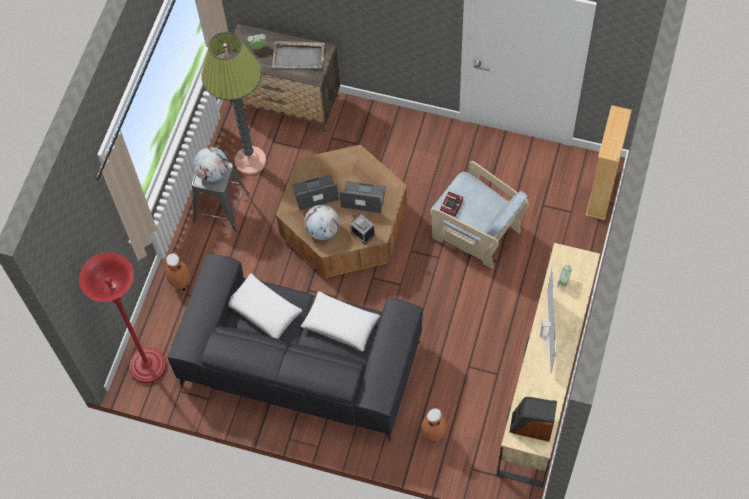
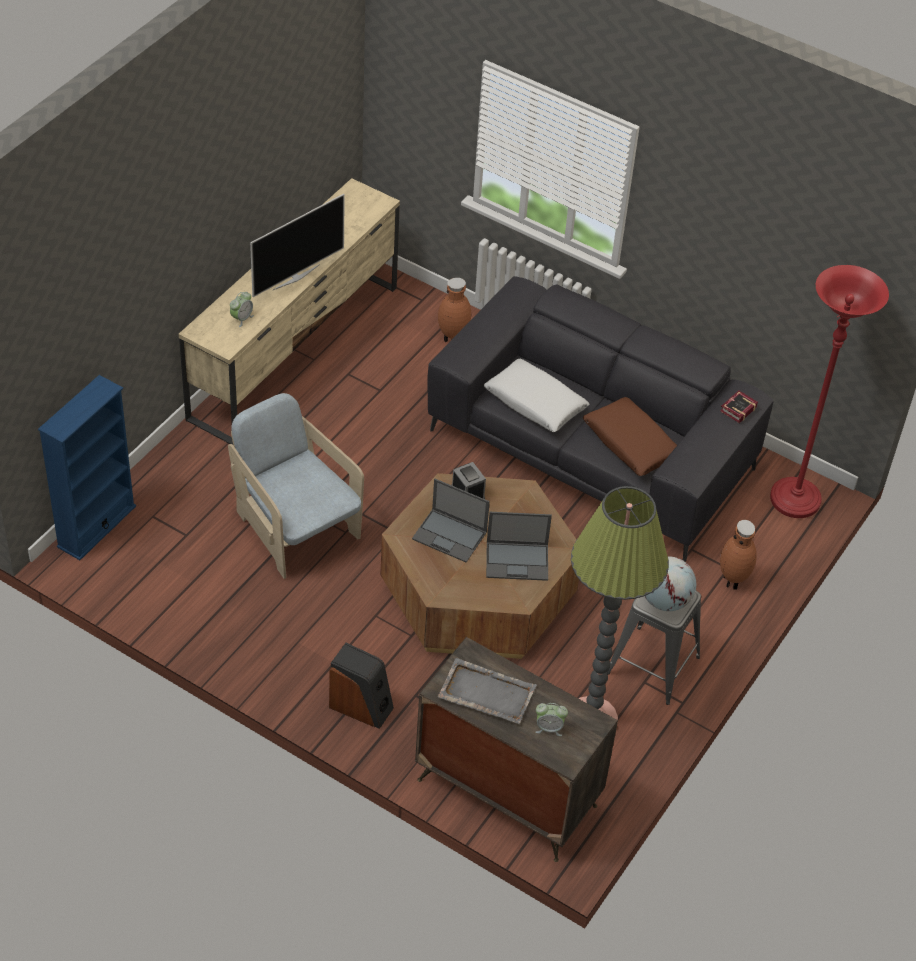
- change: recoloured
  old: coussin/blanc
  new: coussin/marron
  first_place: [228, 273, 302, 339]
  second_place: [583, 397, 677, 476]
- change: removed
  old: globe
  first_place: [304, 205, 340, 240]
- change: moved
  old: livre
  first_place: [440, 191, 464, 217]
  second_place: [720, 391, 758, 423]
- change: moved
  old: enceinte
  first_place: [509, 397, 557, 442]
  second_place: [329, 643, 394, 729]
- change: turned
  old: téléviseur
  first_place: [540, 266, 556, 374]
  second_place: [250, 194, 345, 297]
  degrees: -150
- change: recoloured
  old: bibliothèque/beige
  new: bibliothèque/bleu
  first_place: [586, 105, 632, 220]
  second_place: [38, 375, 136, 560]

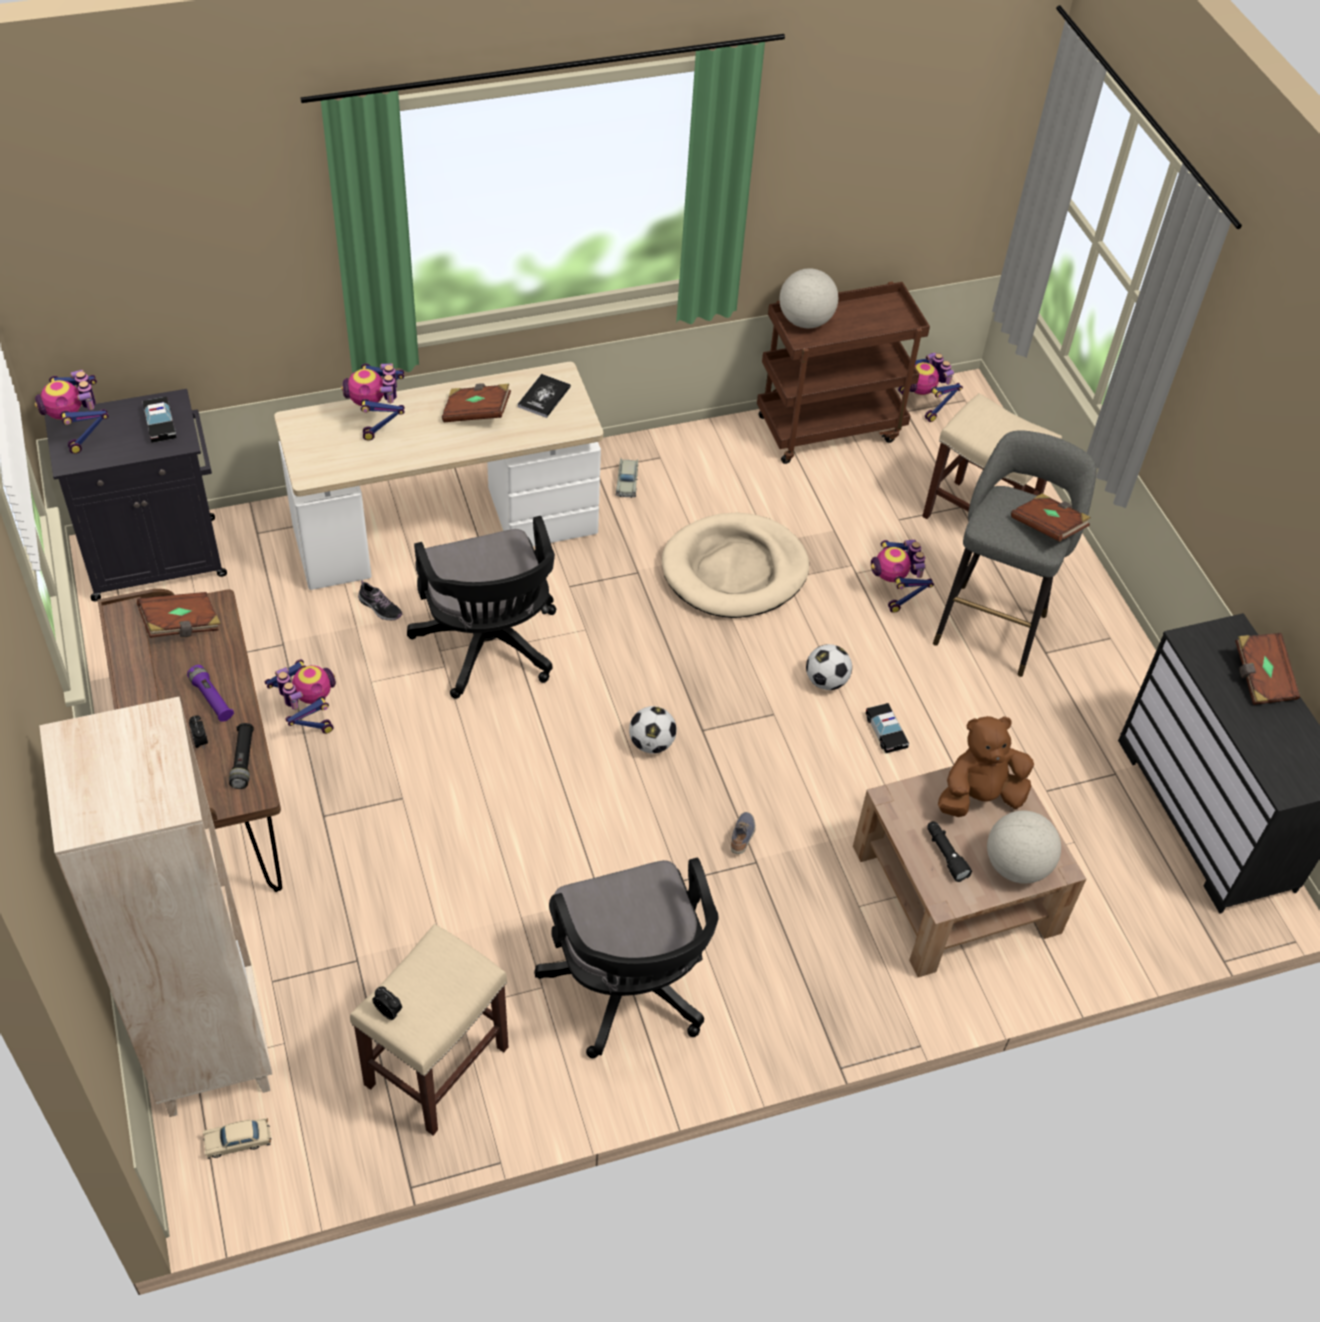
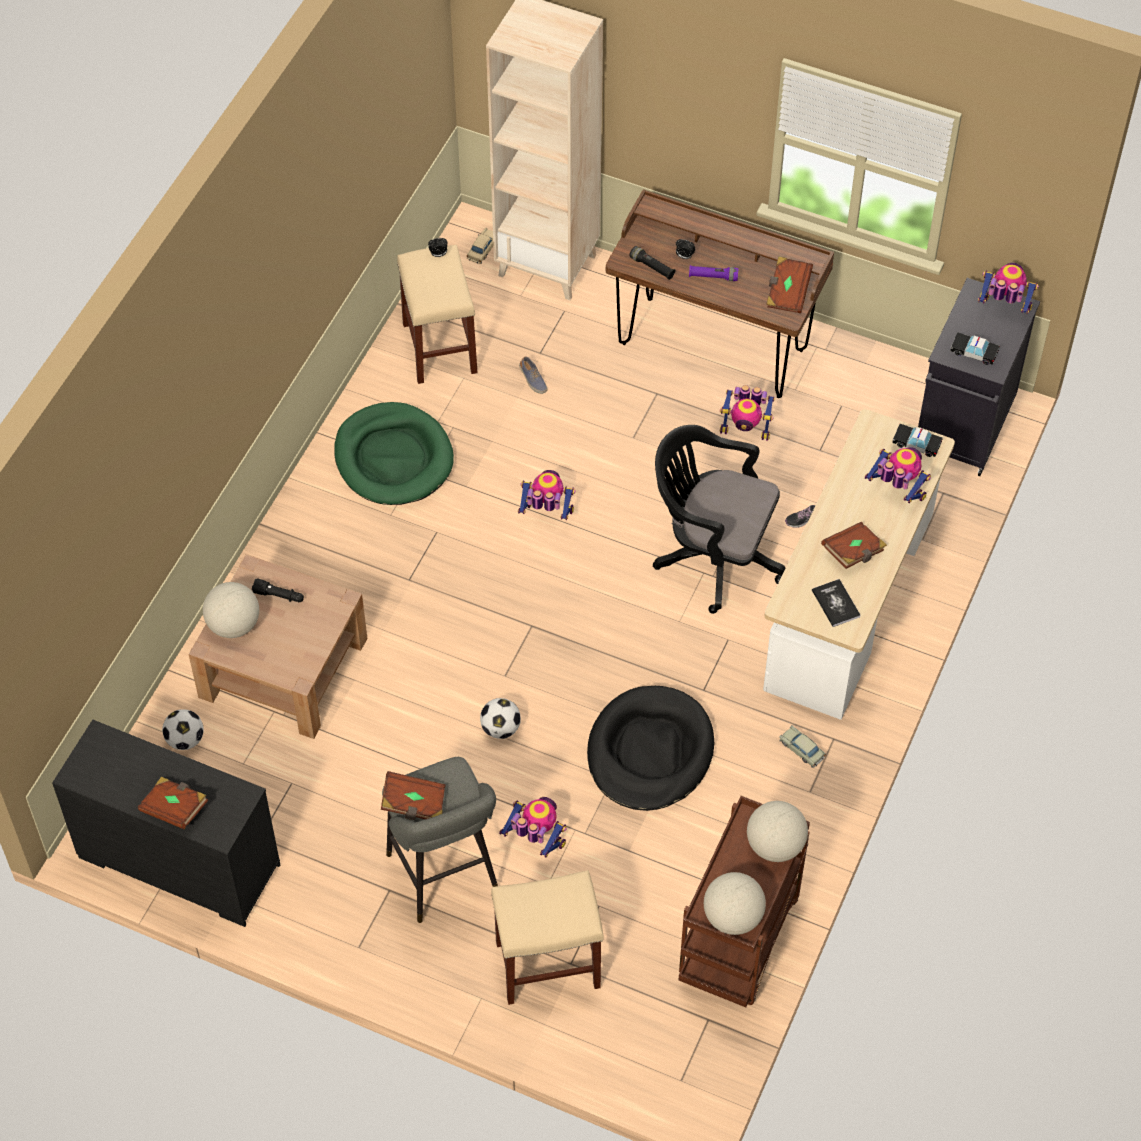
- change: replaced
  old: chaise de bureau/noir
  new: panier pour chien/vert
  first_place: [534, 858, 719, 1058]
  second_place: [334, 402, 454, 505]
- change: moved
  old: ballon de foot
  first_place: [629, 706, 676, 754]
  second_place: [162, 709, 204, 750]
- change: recoloured
  old: panier pour chien/beige
  new: panier pour chien/noir
  first_place: [662, 513, 809, 618]
  second_place: [587, 686, 714, 811]
- change: moved
  old: chaussure
  first_place: [730, 812, 755, 854]
  second_place: [519, 356, 547, 394]
- change: moved
  old: petite voiture
  first_place: [866, 703, 909, 753]
  second_place: [892, 424, 943, 457]
- change: moved
  old: robot jouet
  first_place: [898, 352, 963, 422]
  second_place: [518, 470, 575, 520]
- change: removed
  old: peluche/marron
  first_place: [938, 716, 1034, 817]
- change: added
  new: globe
  second_place: [704, 872, 766, 935]

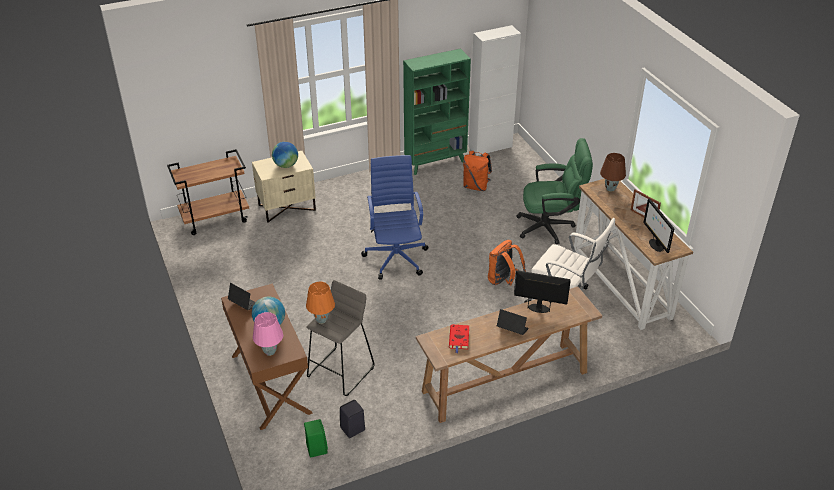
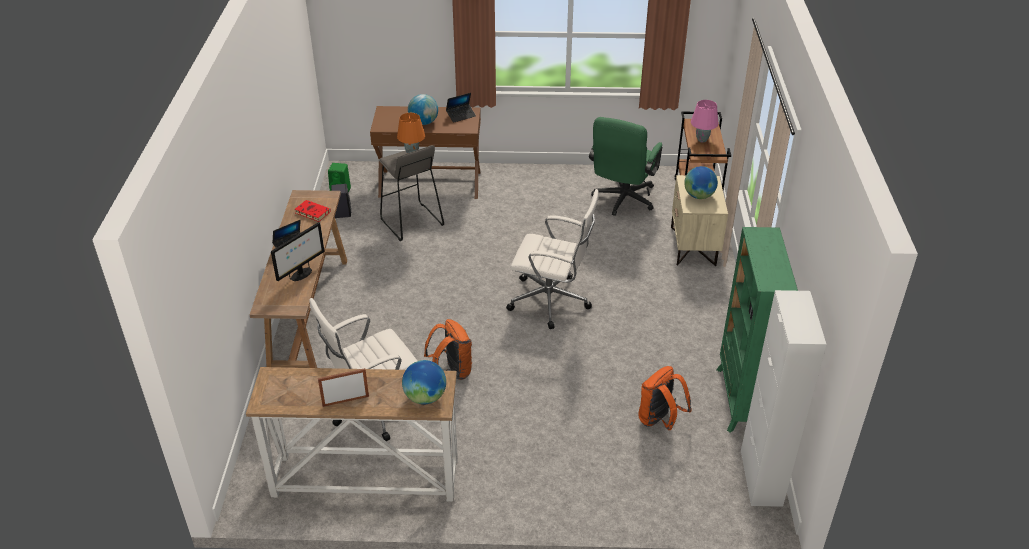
- change: moved
  old: lampe de table/rose
  first_place: [253, 312, 283, 356]
  second_place: [691, 100, 718, 143]
- change: recoloured
  old: chaise de bureau/bleu
  new: chaise de bureau/blanc
  first_place: [361, 155, 429, 280]
  second_place: [506, 189, 599, 329]
- change: moved
  old: chaise de bureau/vert
  first_place: [516, 138, 593, 244]
  second_place: [589, 117, 662, 216]
- change: replaced
  old: lampe de table/marron
  new: globe
  first_place: [600, 153, 626, 192]
  second_place: [402, 360, 446, 405]
- change: removed
  old: écran d'ordinateur
  first_place: [643, 198, 674, 253]

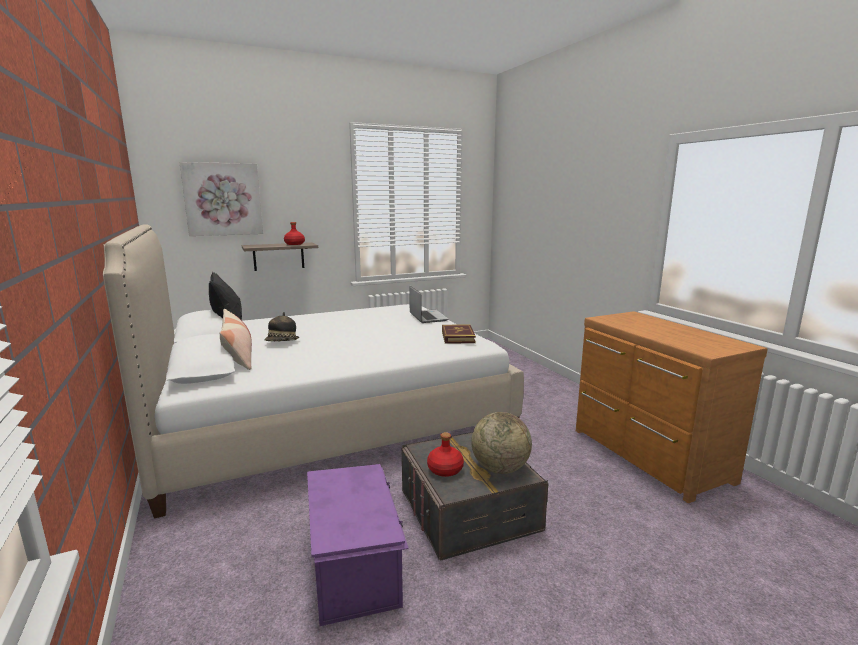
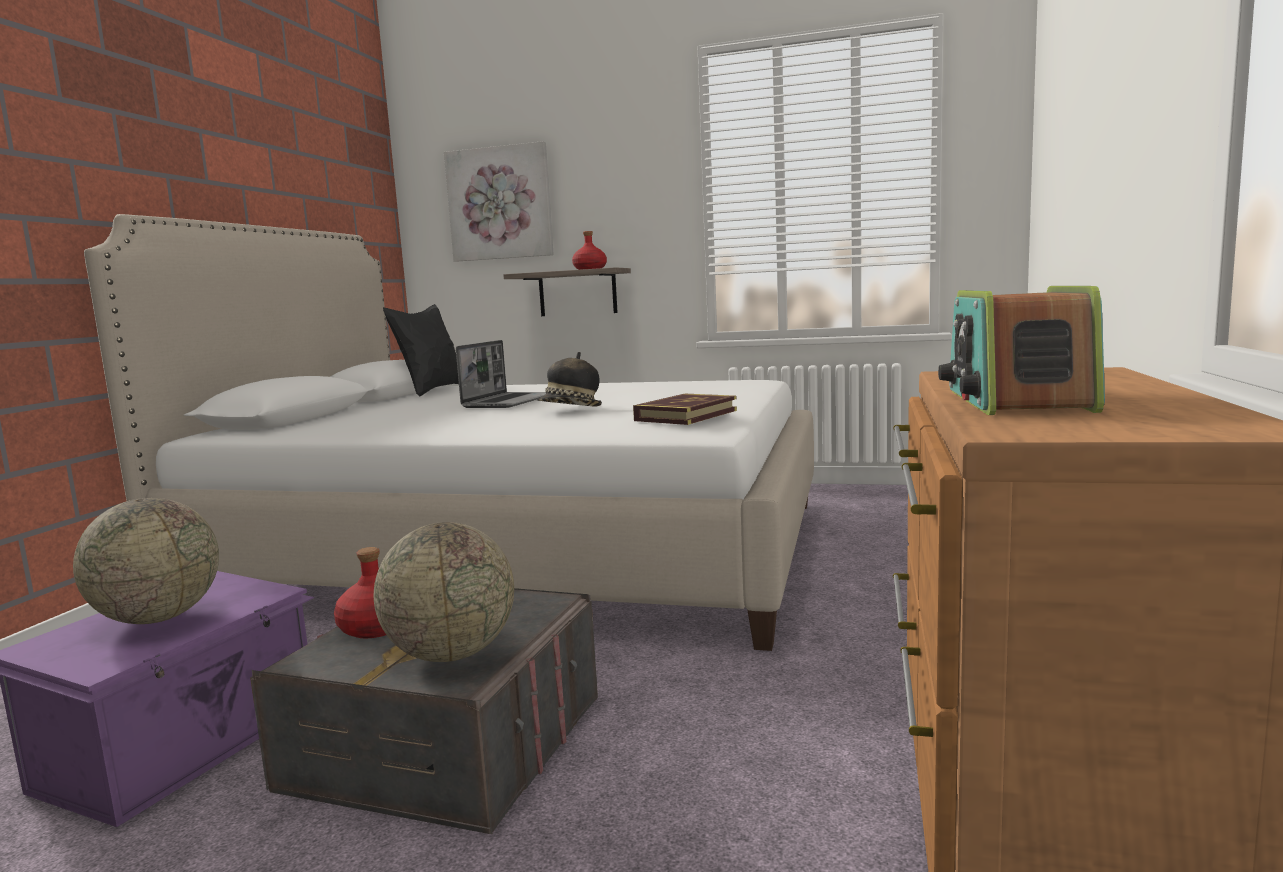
- change: removed
  old: coussin
  first_place: [219, 309, 252, 370]
- change: moved
  old: chapeau
  first_place: [264, 312, 299, 341]
  second_place: [537, 352, 602, 407]
- change: moved
  old: ordinateur portable
  first_place: [409, 286, 449, 323]
  second_place: [456, 340, 546, 408]
- change: added
  new: globe
  second_place: [73, 498, 219, 624]
- change: added
  new: radio
  second_place: [938, 286, 1105, 415]

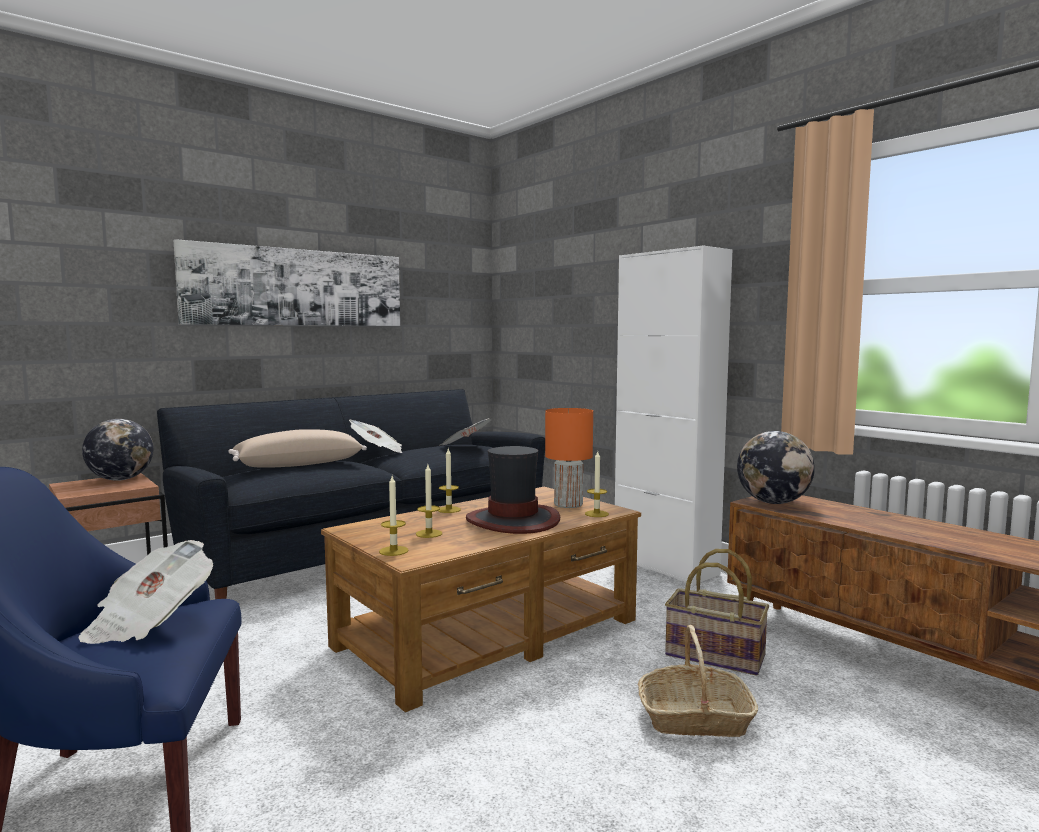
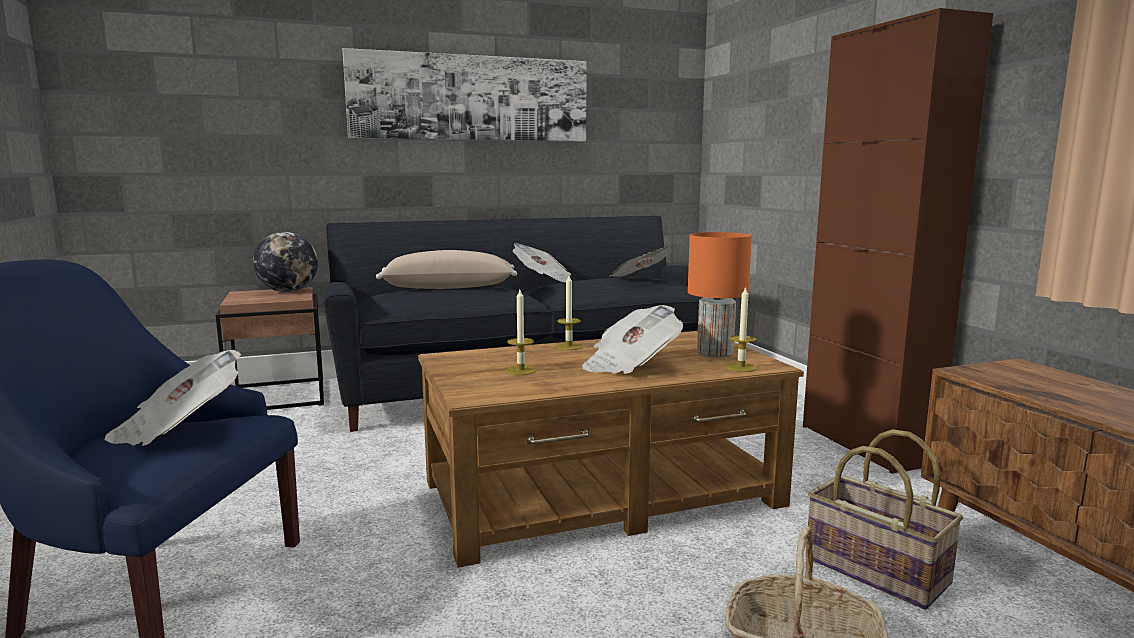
- change: removed
  old: bougie
  first_place: [379, 476, 409, 556]
- change: replaced
  old: chapeau
  new: journal
  first_place: [466, 446, 560, 534]
  second_place: [582, 305, 683, 374]
- change: recoloured
  old: meuble de rangement/blanc
  new: meuble de rangement/marron
  first_place: [615, 246, 732, 585]
  second_place: [803, 8, 994, 474]
- change: removed
  old: globe
  first_place: [737, 431, 815, 504]

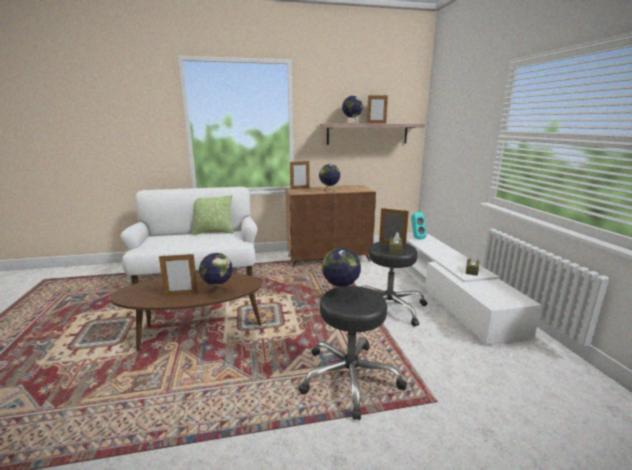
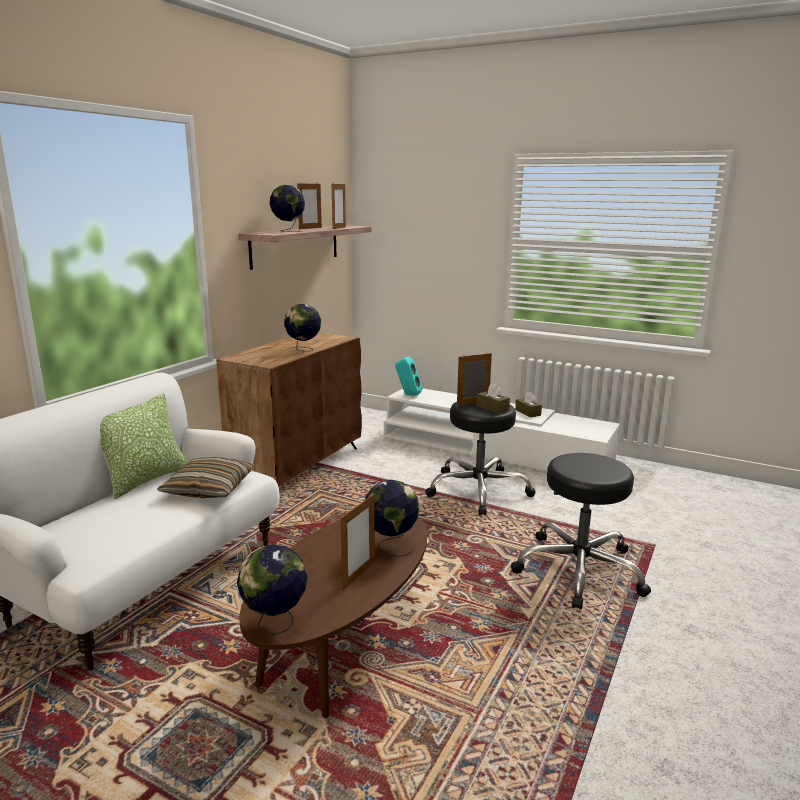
- change: moved
  old: cadre photo
  first_place: [290, 161, 310, 189]
  second_place: [332, 182, 346, 229]
- change: moved
  old: globe
  first_place: [322, 248, 361, 299]
  second_place: [237, 545, 307, 635]
- change: added
  new: coussin
  second_place: [157, 457, 254, 498]

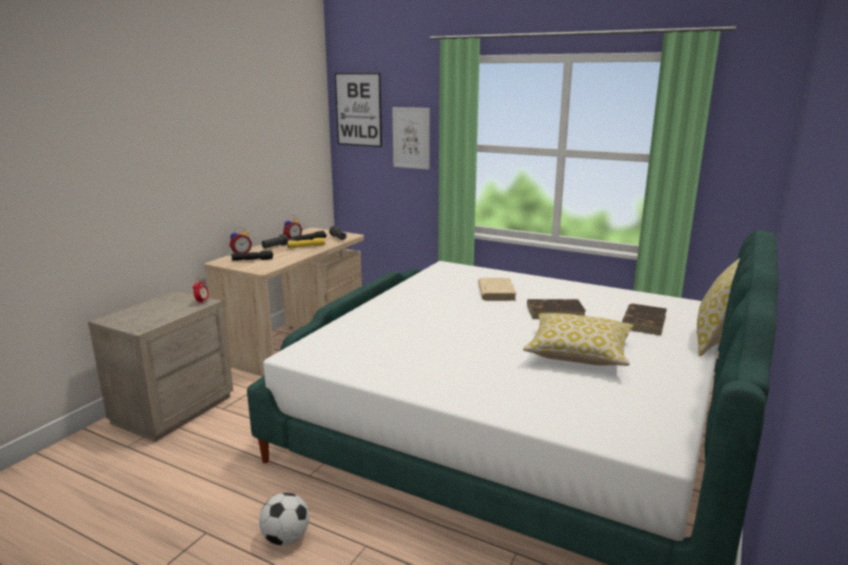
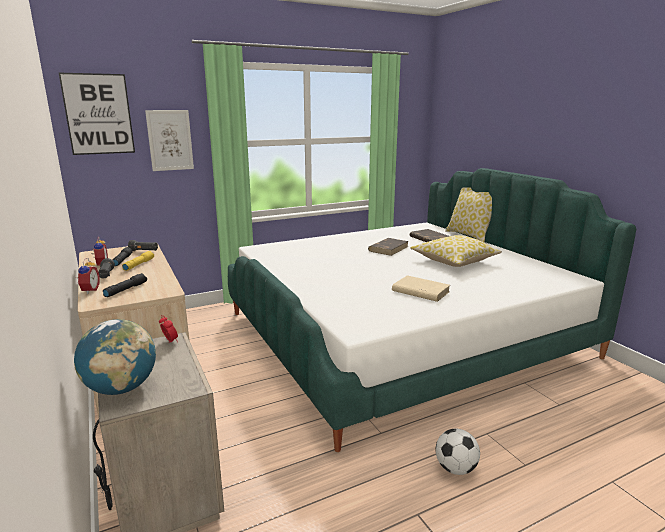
- change: moved
  old: livre/beige
  first_place: [478, 278, 516, 301]
  second_place: [392, 275, 450, 302]
- change: added
  new: globe
  second_place: [74, 319, 156, 395]

